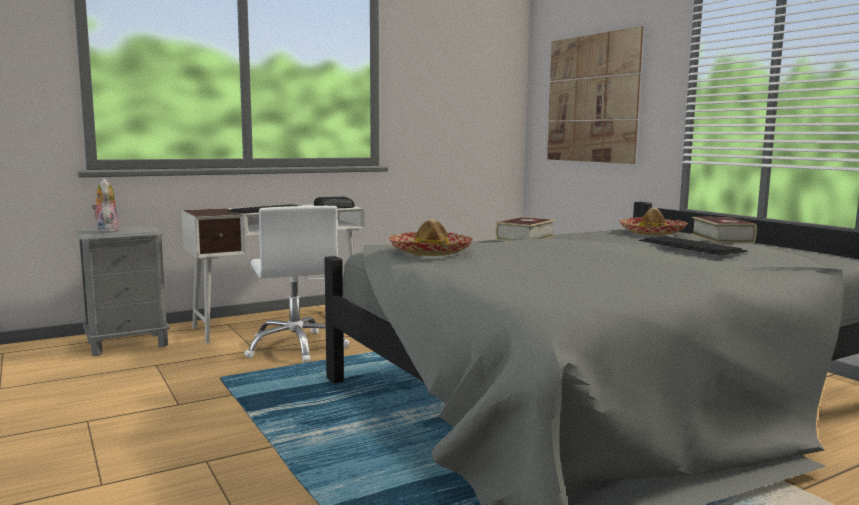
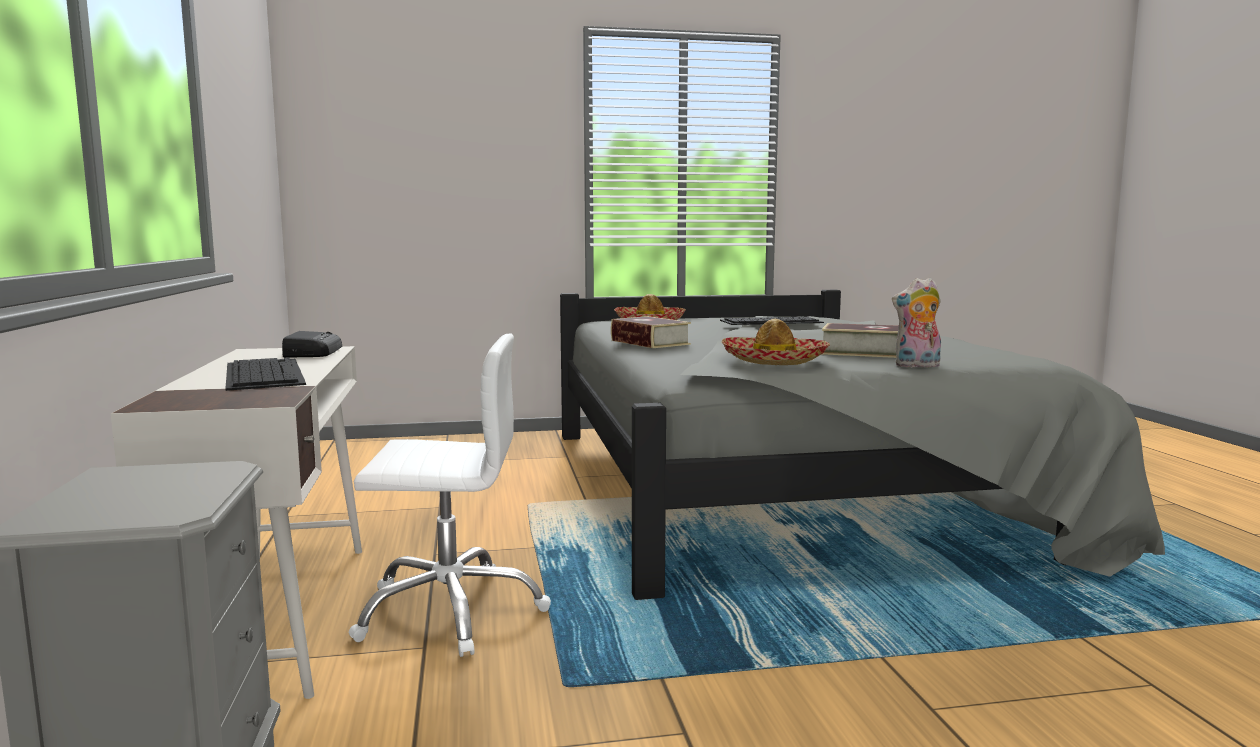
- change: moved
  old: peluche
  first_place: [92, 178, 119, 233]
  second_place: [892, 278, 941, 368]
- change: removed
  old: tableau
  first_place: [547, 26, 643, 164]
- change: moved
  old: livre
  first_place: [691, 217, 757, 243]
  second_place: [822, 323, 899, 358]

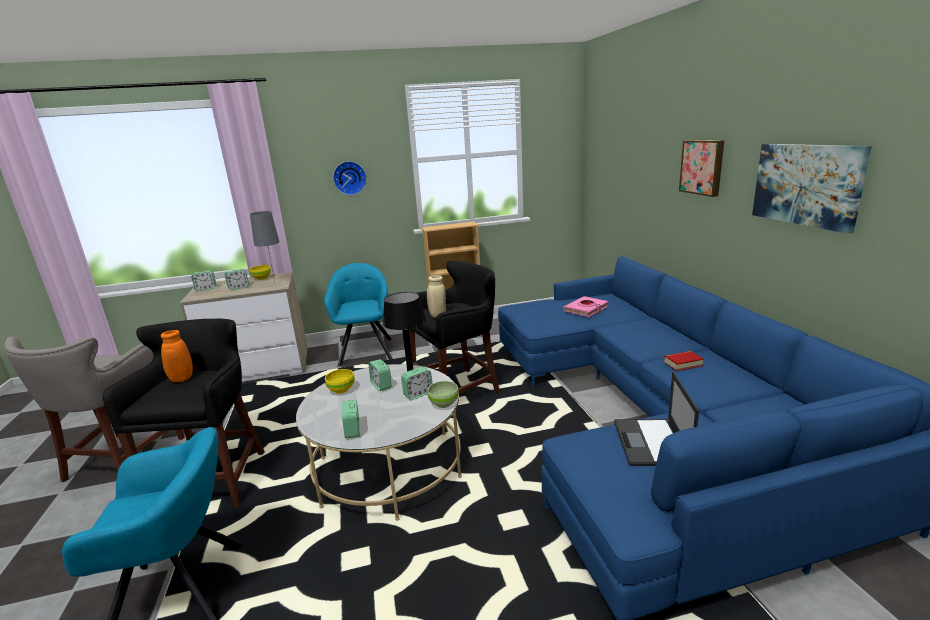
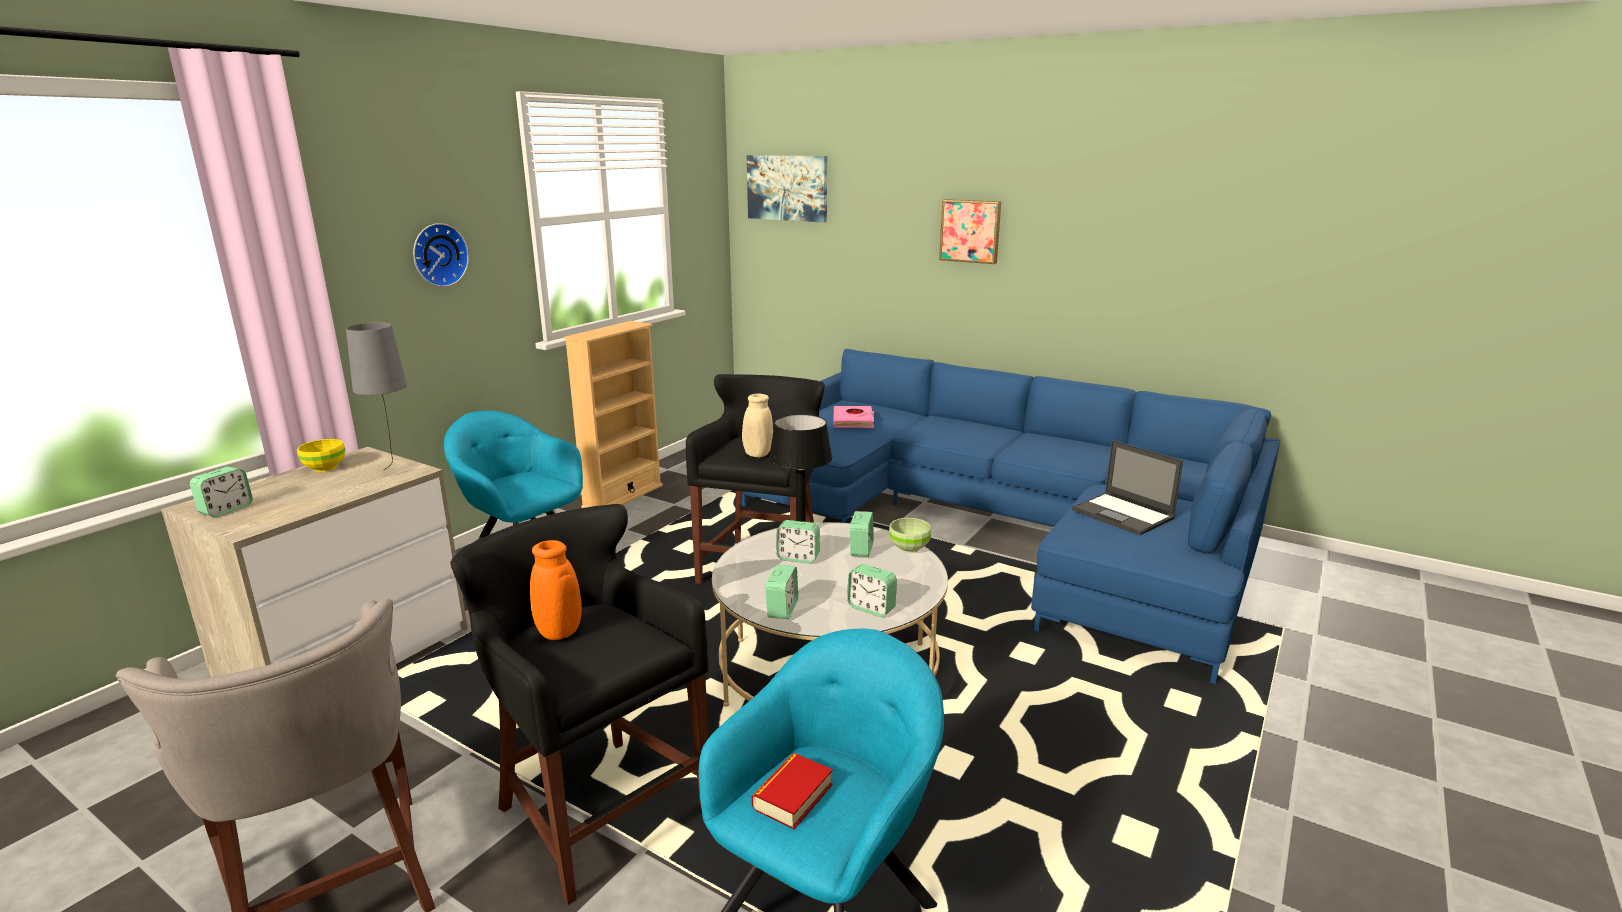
- change: moved
  old: réveil
  first_place: [225, 269, 249, 290]
  second_place: [766, 565, 798, 619]
- change: removed
  old: bol/jaune
  first_place: [325, 369, 355, 394]
- change: moved
  old: livre
  first_place: [664, 351, 703, 371]
  second_place: [752, 753, 833, 829]
- change: moved
  old: tableau
  first_place: [752, 144, 872, 234]
  second_place: [747, 155, 827, 223]

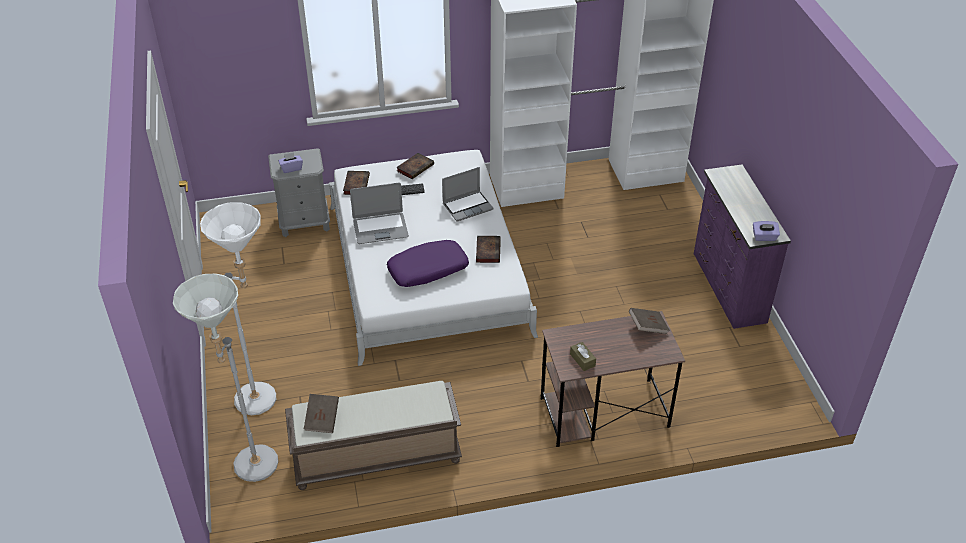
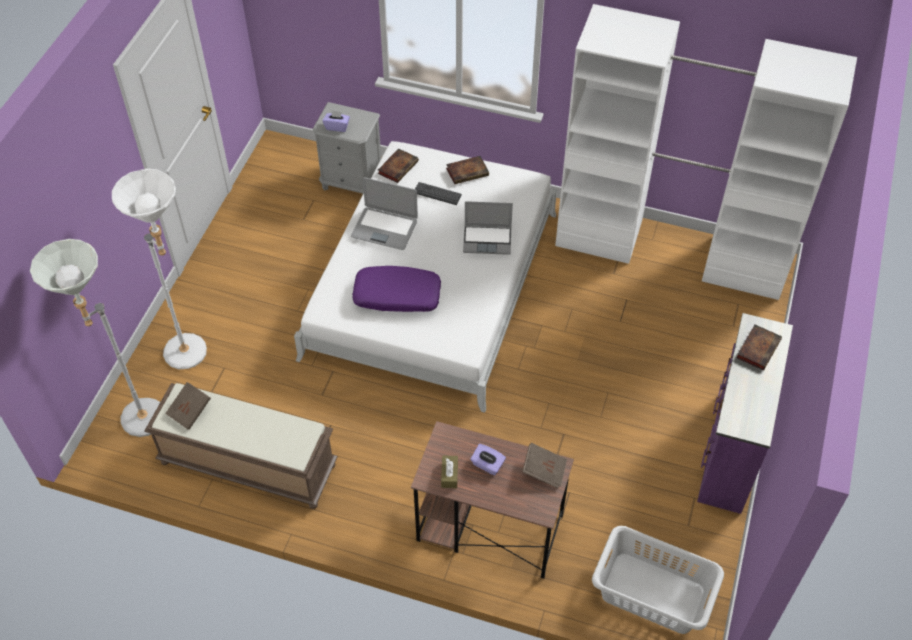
- change: moved
  old: livre
  first_place: [476, 236, 501, 263]
  second_place: [736, 325, 782, 370]
- change: moved
  old: boîte à mouchoirs/violet
  first_place: [753, 221, 780, 241]
  second_place: [470, 444, 506, 475]
- change: added
  new: panier à linge/gris
  second_place: [592, 526, 724, 634]

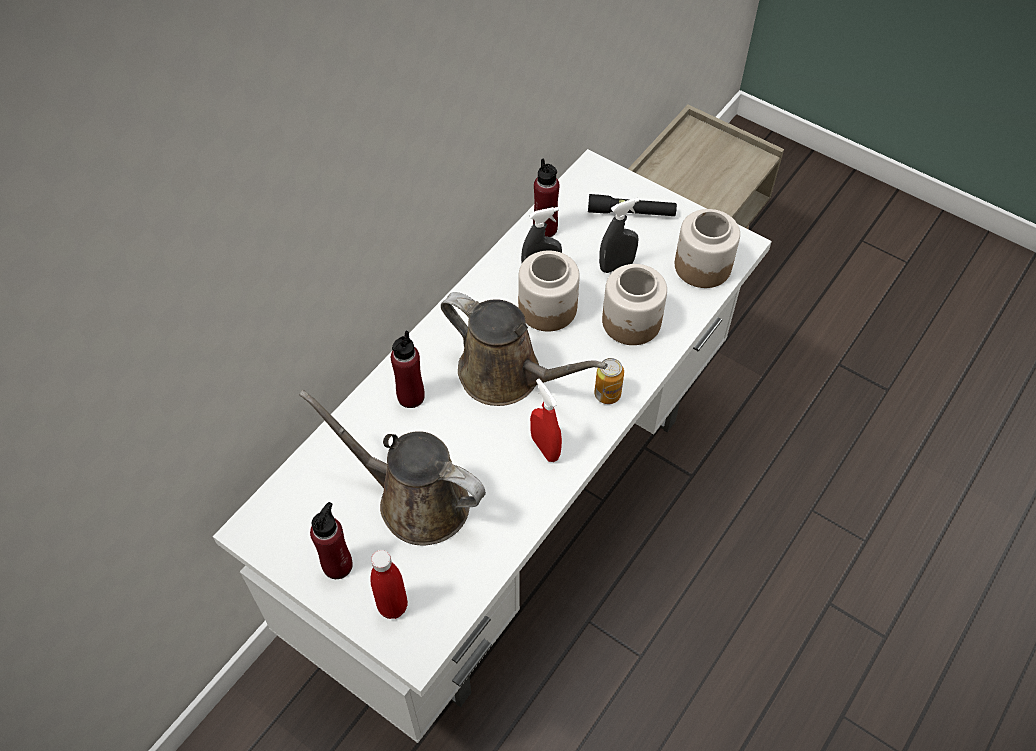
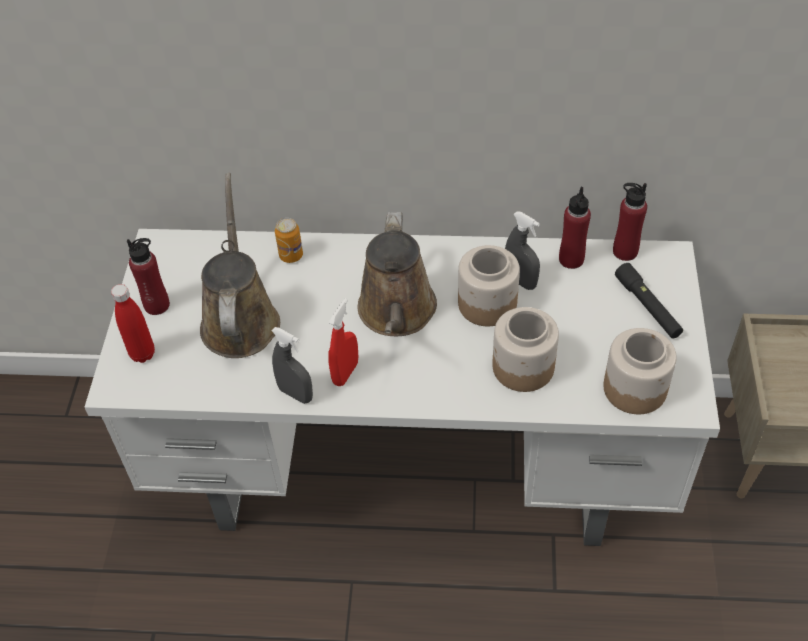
- change: moved
  old: bouteille/rouge
  first_place: [391, 330, 425, 408]
  second_place: [613, 183, 647, 261]
- change: moved
  old: boîte métallique
  first_place: [594, 358, 624, 404]
  second_place: [275, 218, 303, 263]
- change: moved
  old: vaporisateur/gris
  first_place: [599, 198, 639, 273]
  second_place: [272, 327, 313, 404]

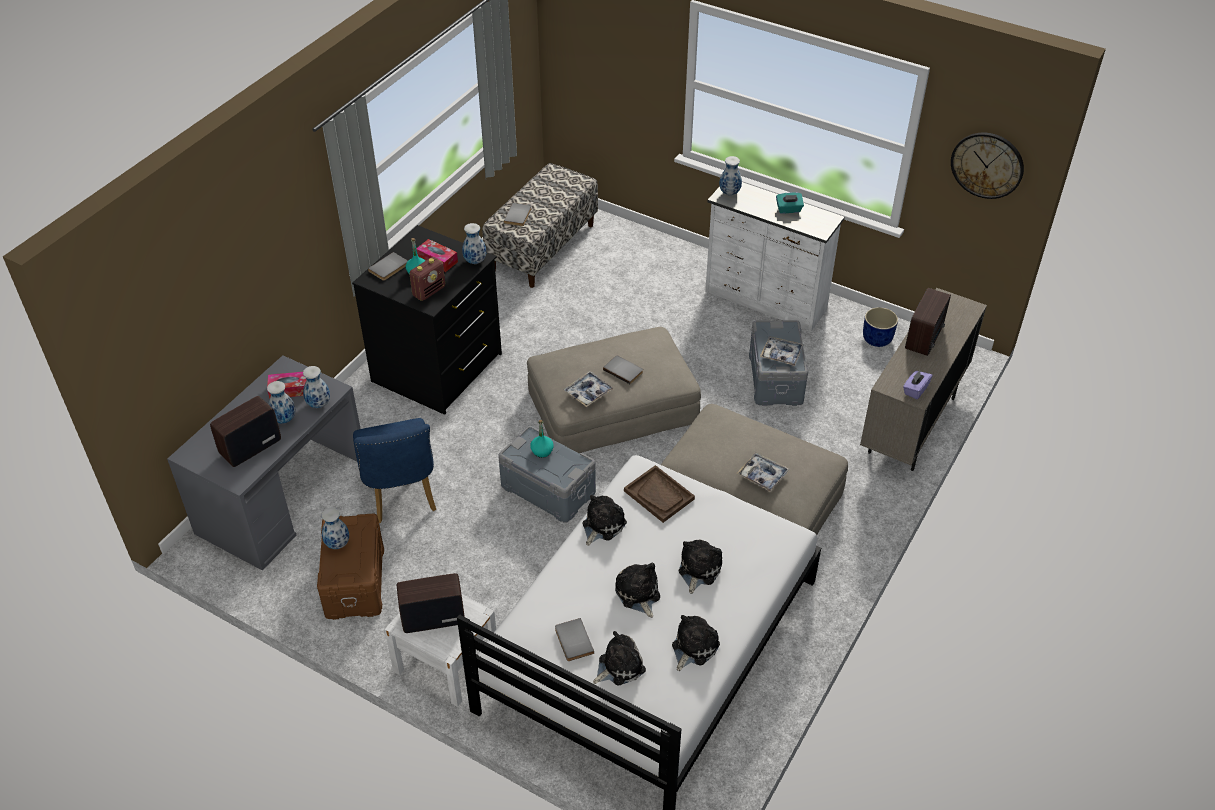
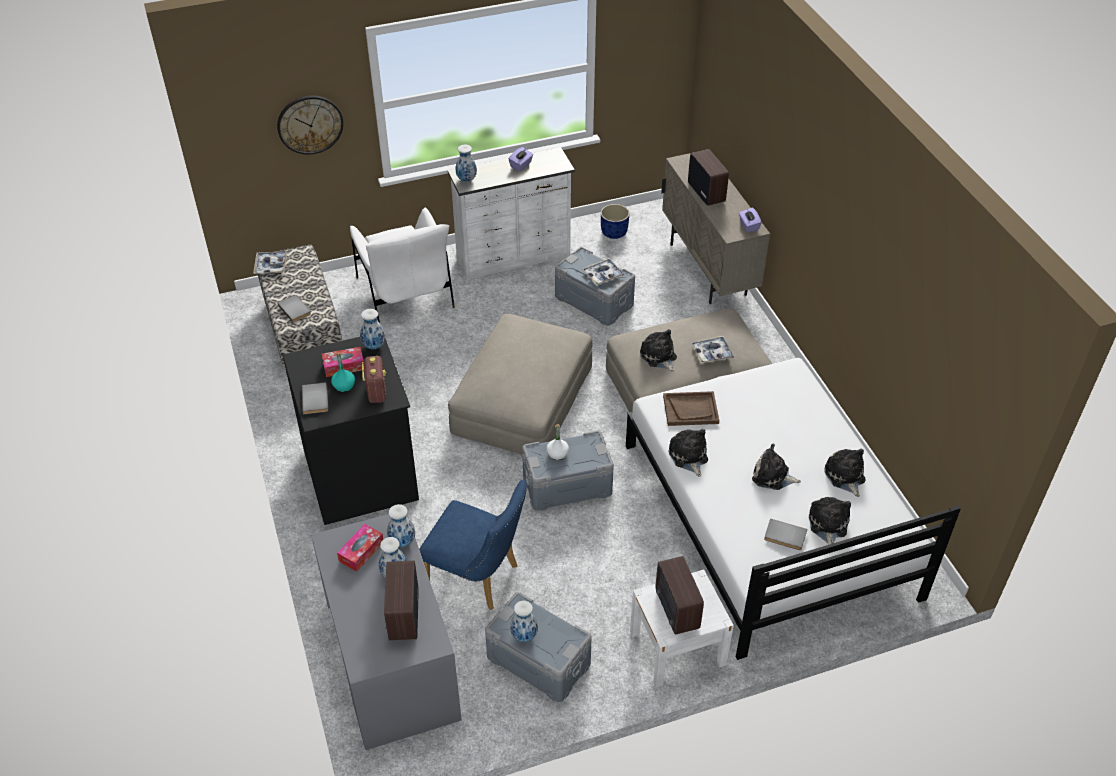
- change: recoloured
  old: boîte de rangement/marron
  new: boîte de rangement/gris
  first_place: [317, 513, 384, 620]
  second_place: [485, 592, 592, 702]
- change: turned
  old: radio
  first_place: [397, 573, 465, 633]
  second_place: [655, 556, 704, 635]
  degrees: -45
- change: recoloured
  old: bouteille/turquoise
  new: bouteille/blanc
  first_place: [530, 420, 554, 458]
  second_place: [546, 424, 569, 460]
- change: moved
  old: plateau
  first_place: [564, 371, 614, 407]
  second_place: [253, 251, 288, 275]
- change: removed
  old: livre/gris
  first_place: [603, 355, 643, 384]
- change: moved
  old: peluche
  first_place: [679, 540, 722, 594]
  second_place: [640, 329, 677, 372]
- change: recoloured
  old: boîte à mouchoirs/turquoise
  new: boîte à mouchoirs/violet
  first_place: [776, 192, 804, 214]
  second_place: [509, 147, 533, 171]
- change: moved
  old: horloge murale
  first_place: [951, 133, 1024, 199]
  second_place: [277, 95, 343, 155]
- change: added
  new: fauteuil/blanc
  second_place: [350, 207, 455, 323]

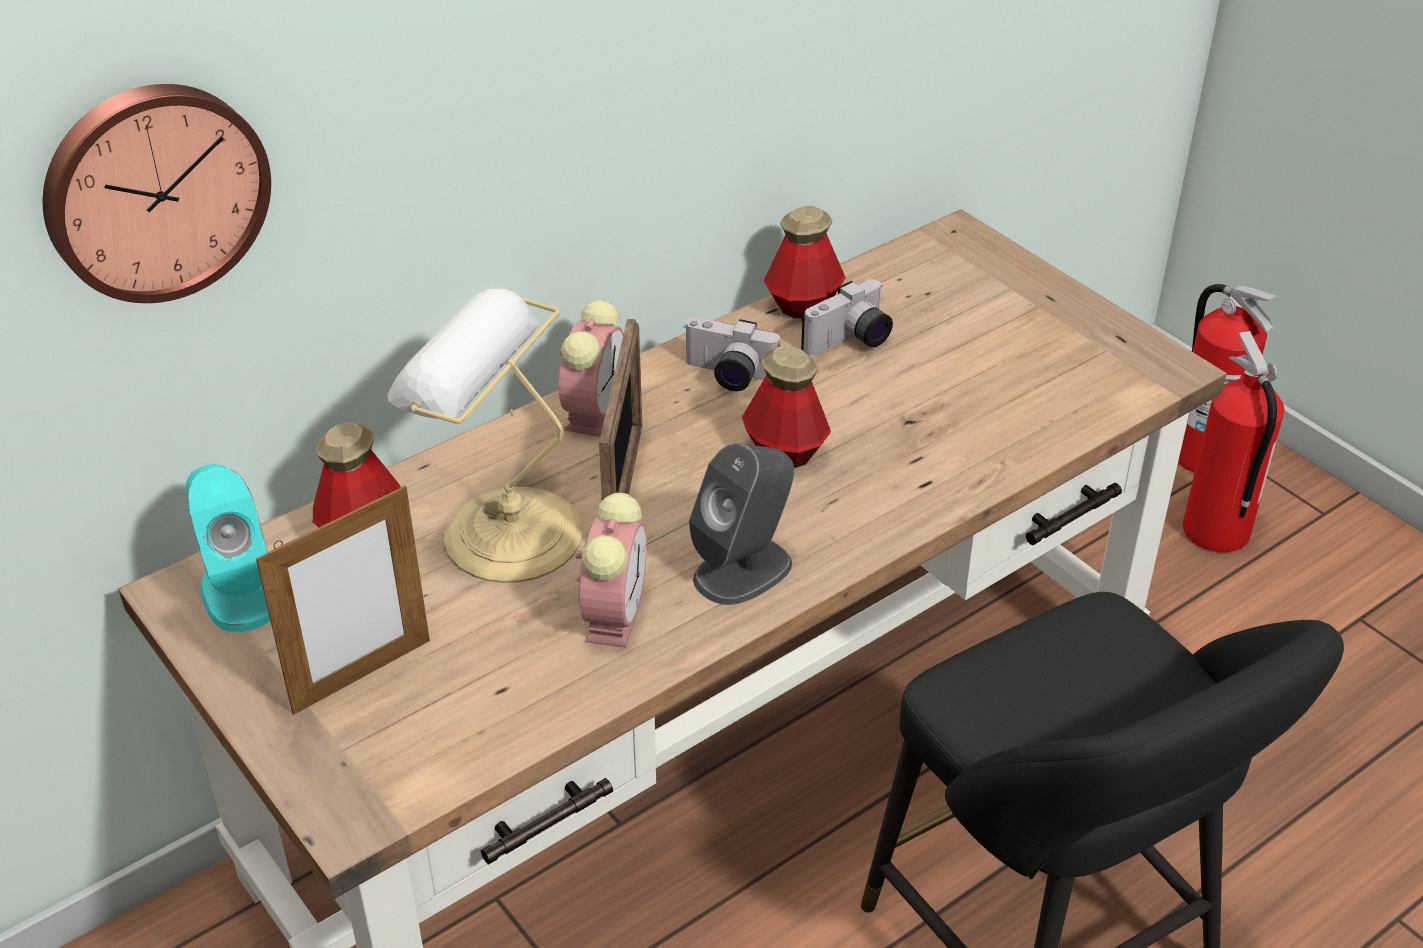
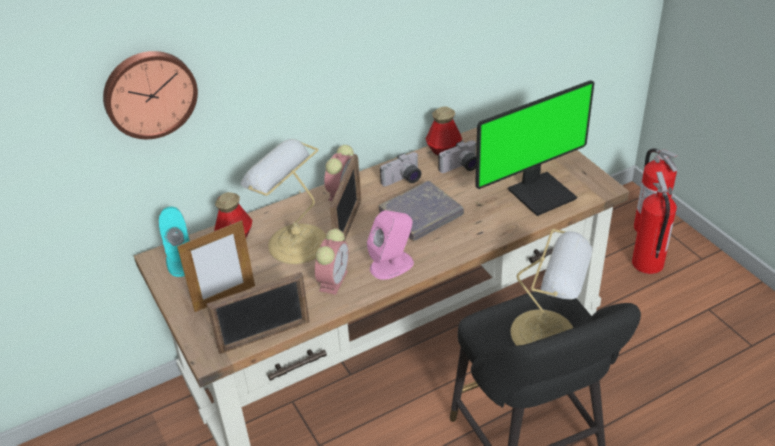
- change: turned
  old: appareil photo
  first_place: [685, 317, 780, 391]
  second_place: [380, 152, 421, 186]
  degrees: -60
- change: recoloured
  old: enceinte/gris
  new: enceinte/rose
  first_place: [689, 443, 794, 605]
  second_place: [367, 210, 414, 280]
- change: replaced
  old: bouteille
  new: livre/gris
  first_place: [742, 346, 831, 468]
  second_place: [379, 181, 464, 241]
- change: added
  new: cadre photo
  second_place: [207, 272, 310, 354]
- change: added
  new: écran d'ordinateur
  second_place: [475, 80, 594, 216]
- change: added
  new: lampe de table
  second_place: [510, 229, 592, 346]

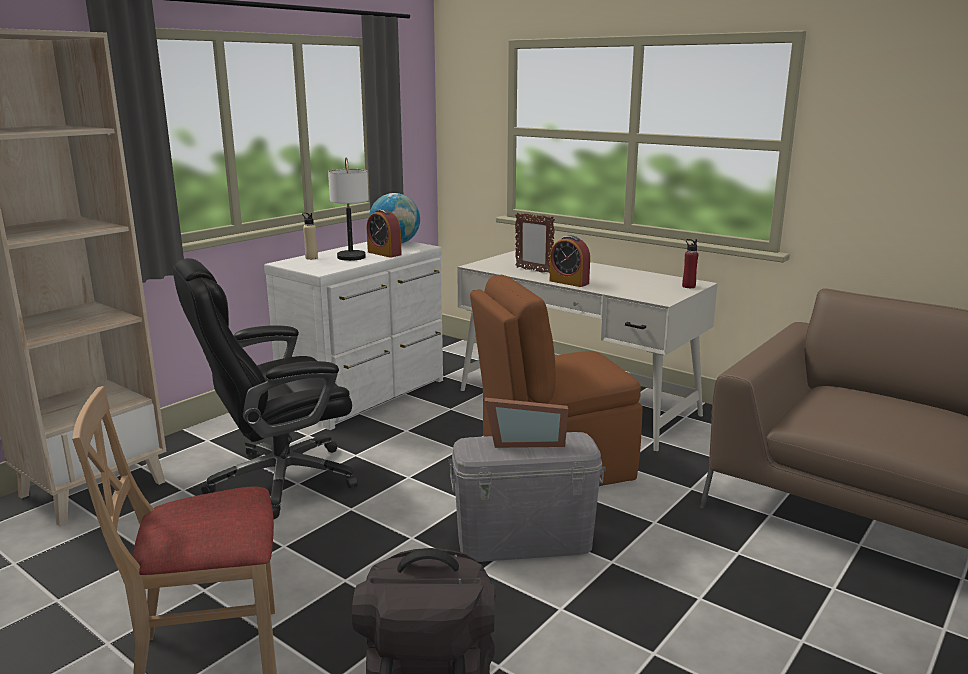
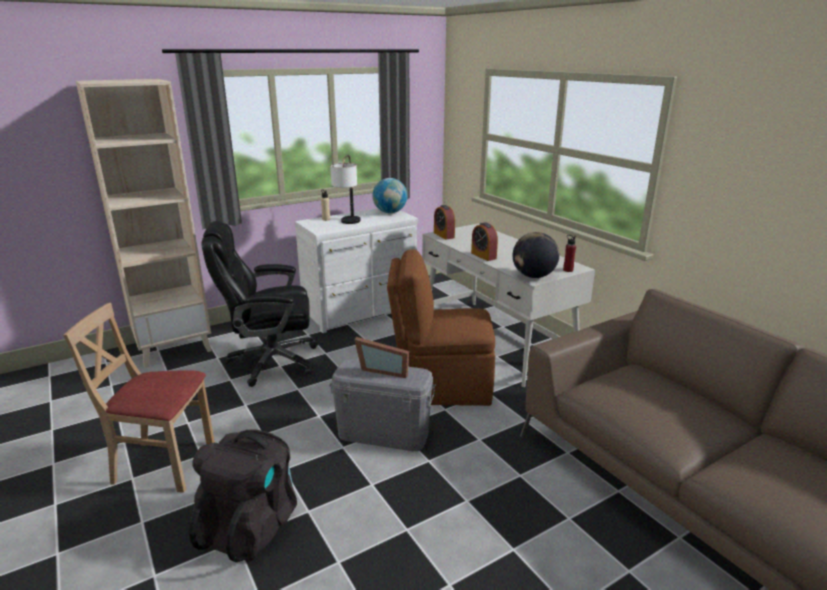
- change: moved
  old: réveil
  first_place: [367, 209, 402, 258]
  second_place: [434, 205, 455, 240]
- change: removed
  old: cadre photo
  first_place: [515, 213, 555, 274]
- change: added
  new: globe
  second_place: [513, 232, 559, 278]

